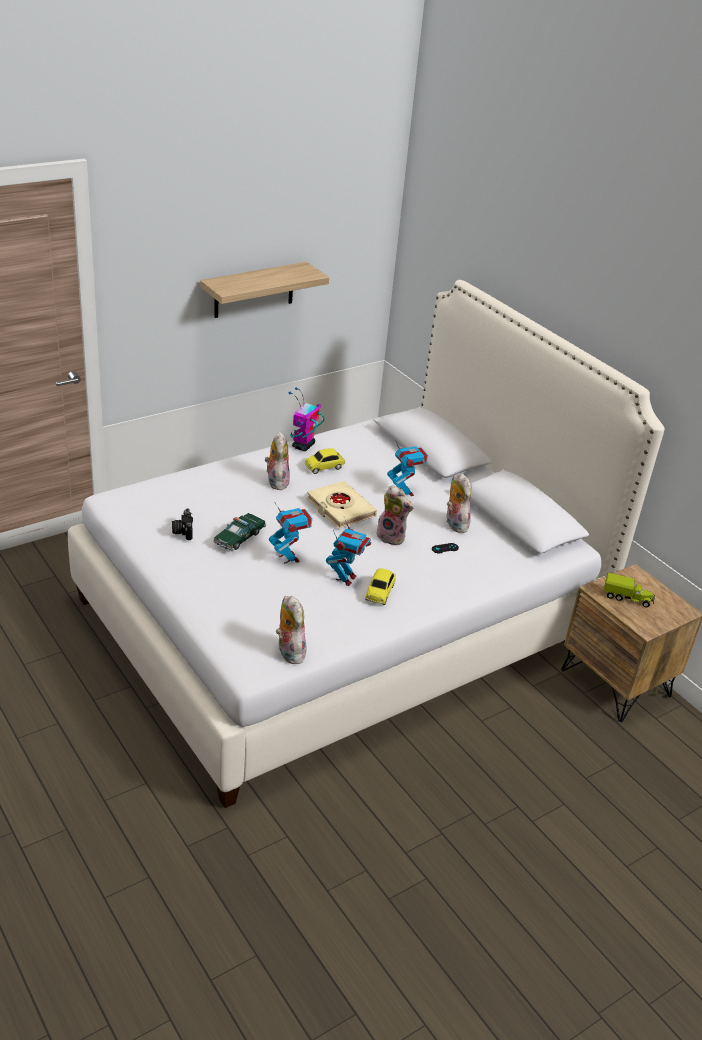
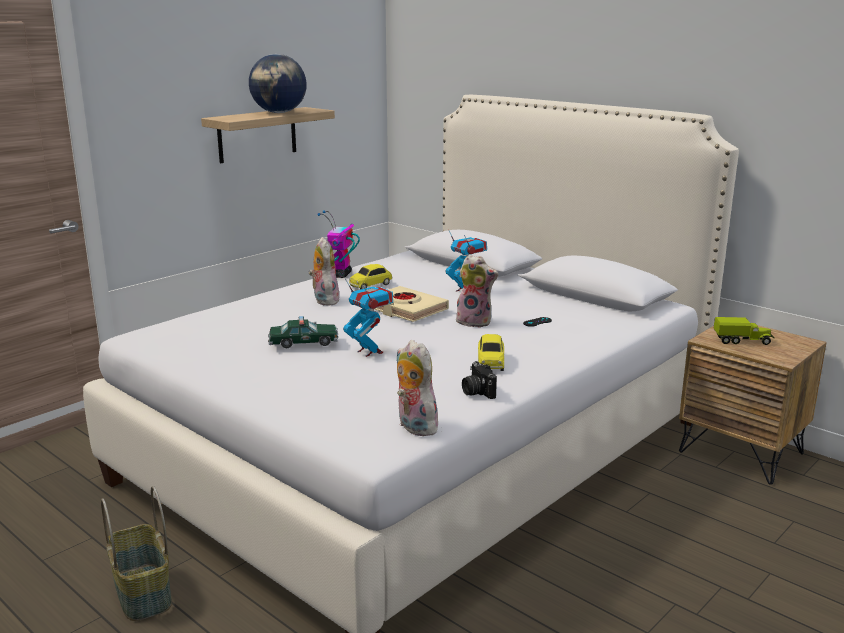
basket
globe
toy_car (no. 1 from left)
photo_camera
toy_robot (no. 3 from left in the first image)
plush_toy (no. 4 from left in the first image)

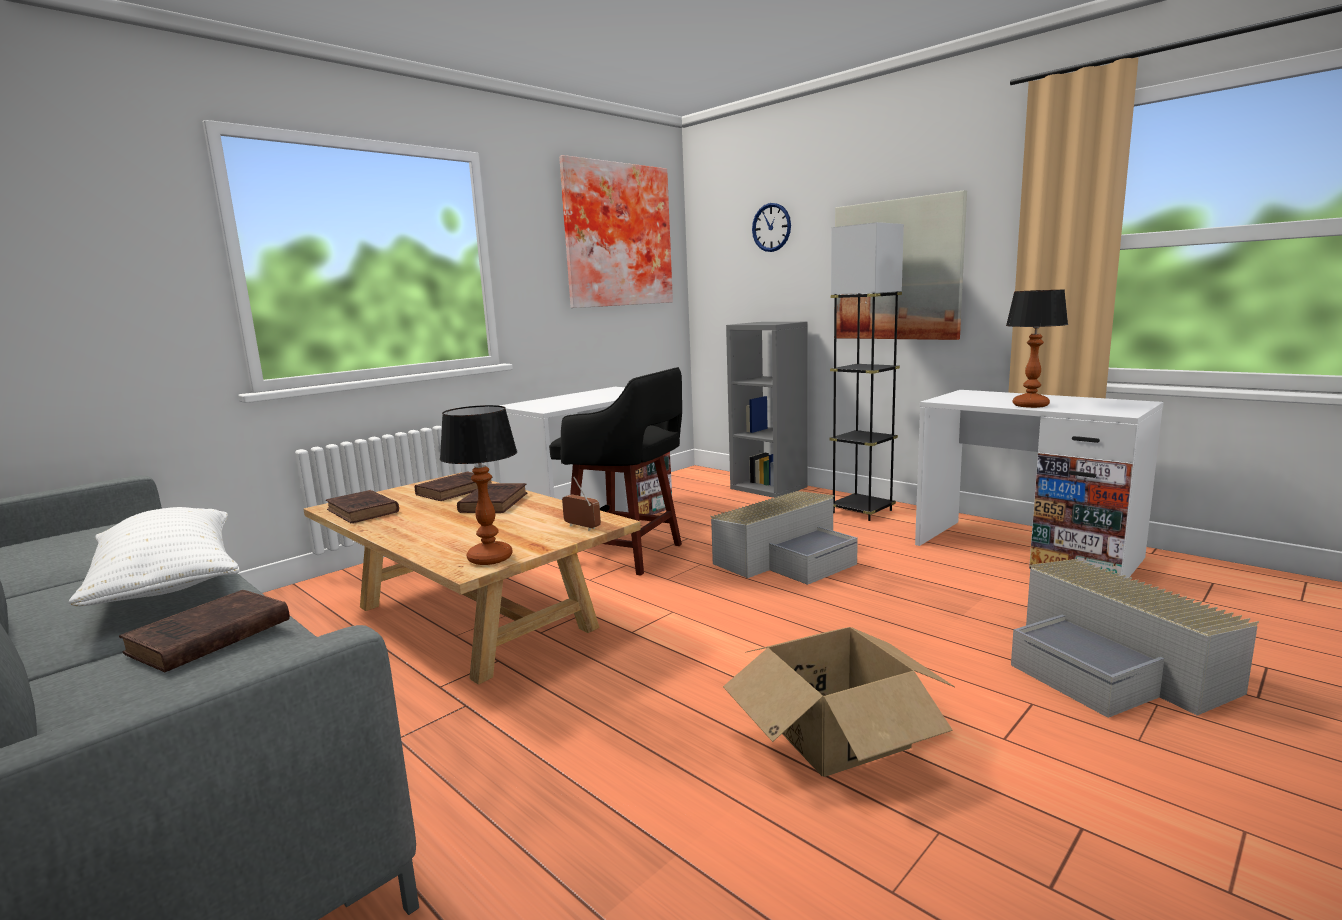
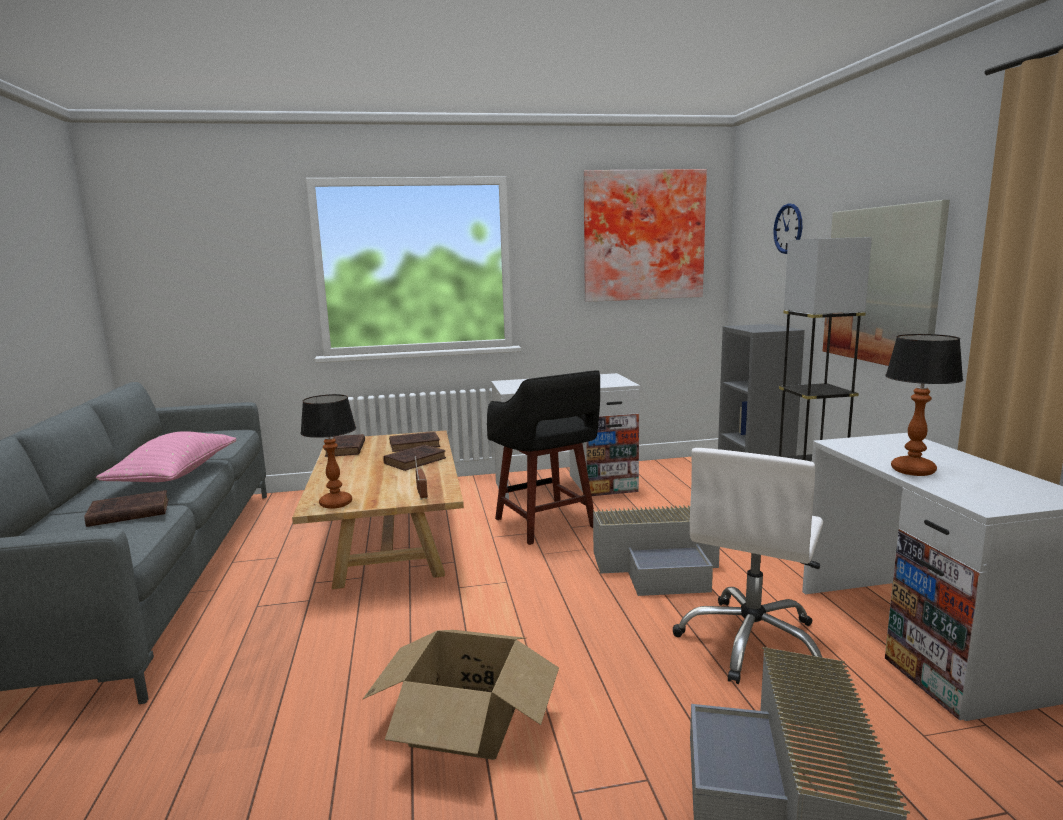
pink_pillow
white_office_chair

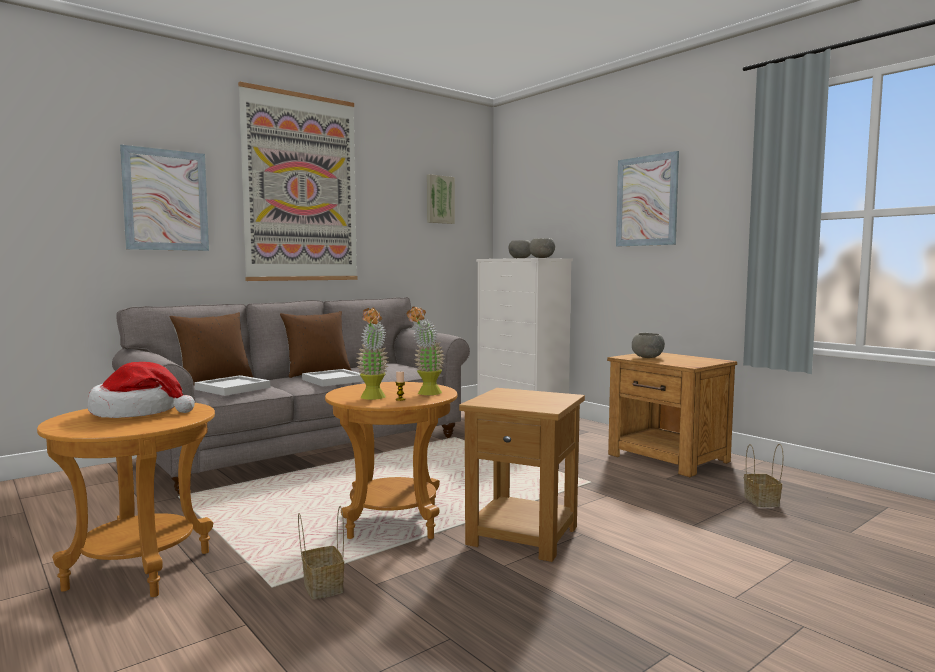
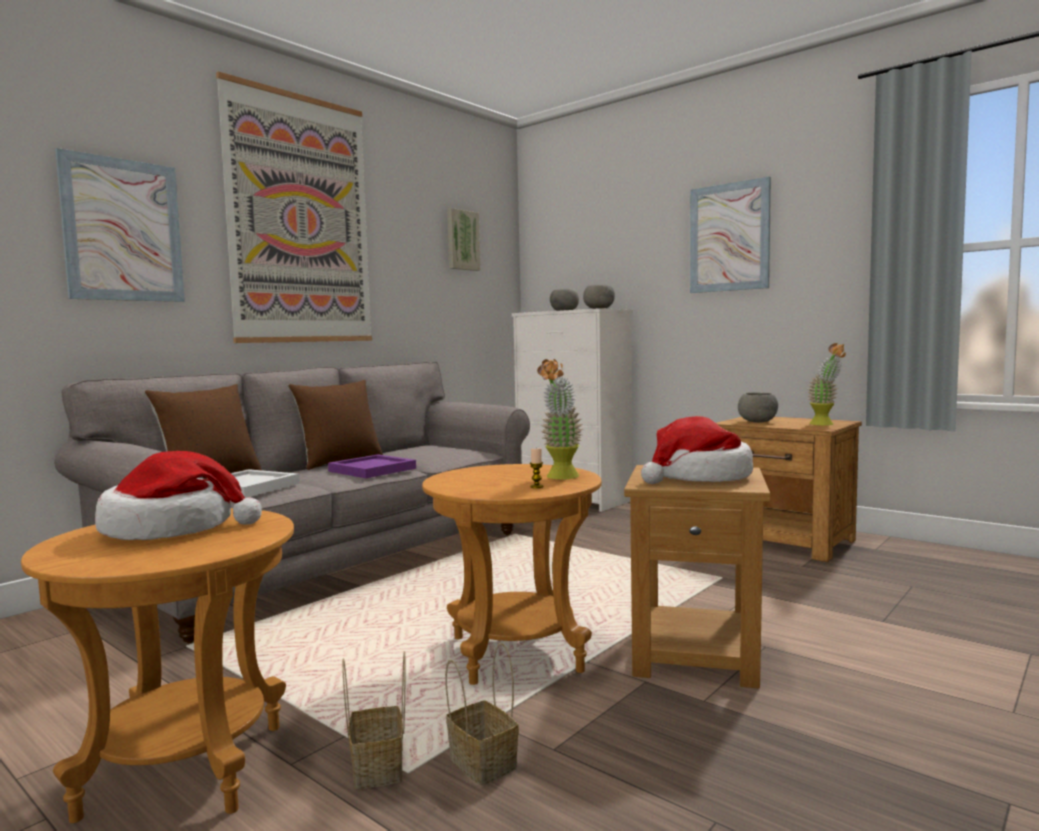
purple_tray
basket (no. 1 from left)
hat (no. 2 from left)
potted_plant (no. 2 from left)

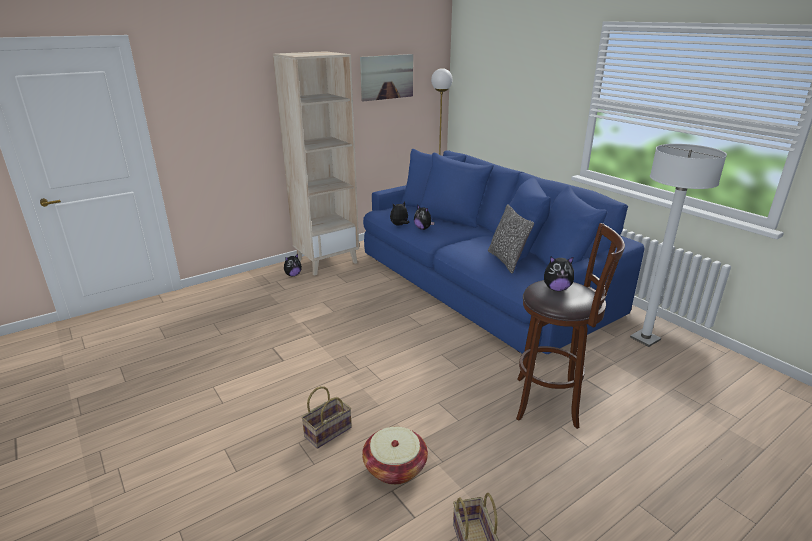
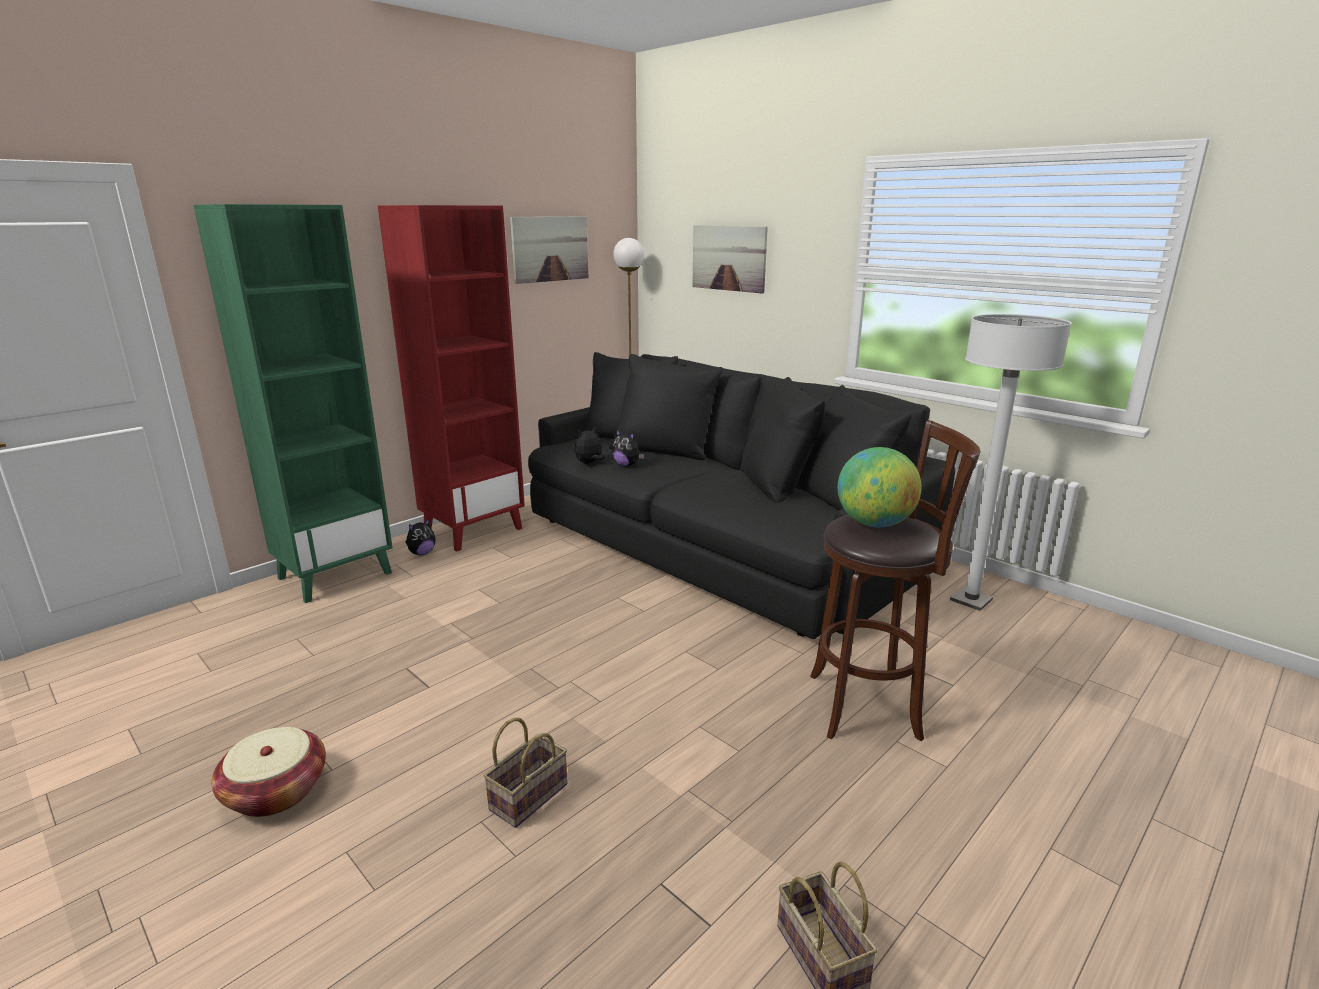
green_bookcase
basket (no. 1 from left)
red_bookcase
black_sofa
picture (no. 2 from left)
globe
pillow

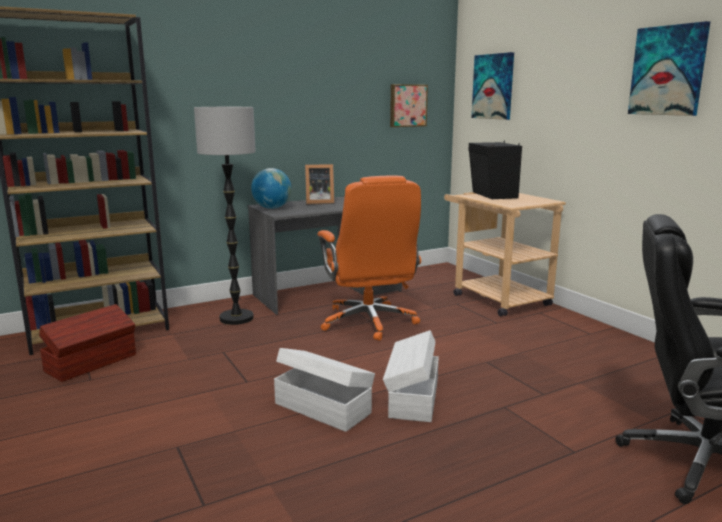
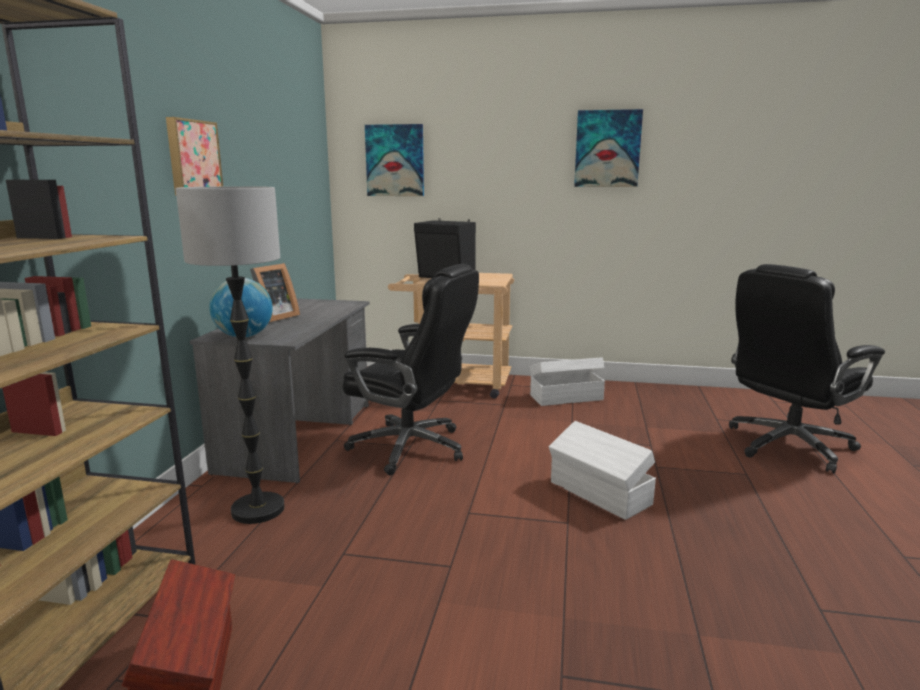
picture (no. 1 from left)
black_office_chair (no. 1 from left)
white_storage_box (no. 1 from left)

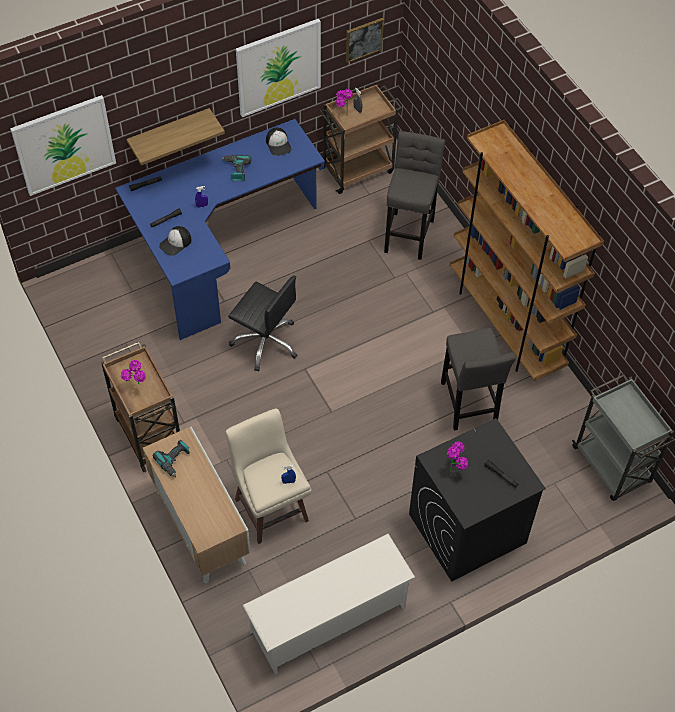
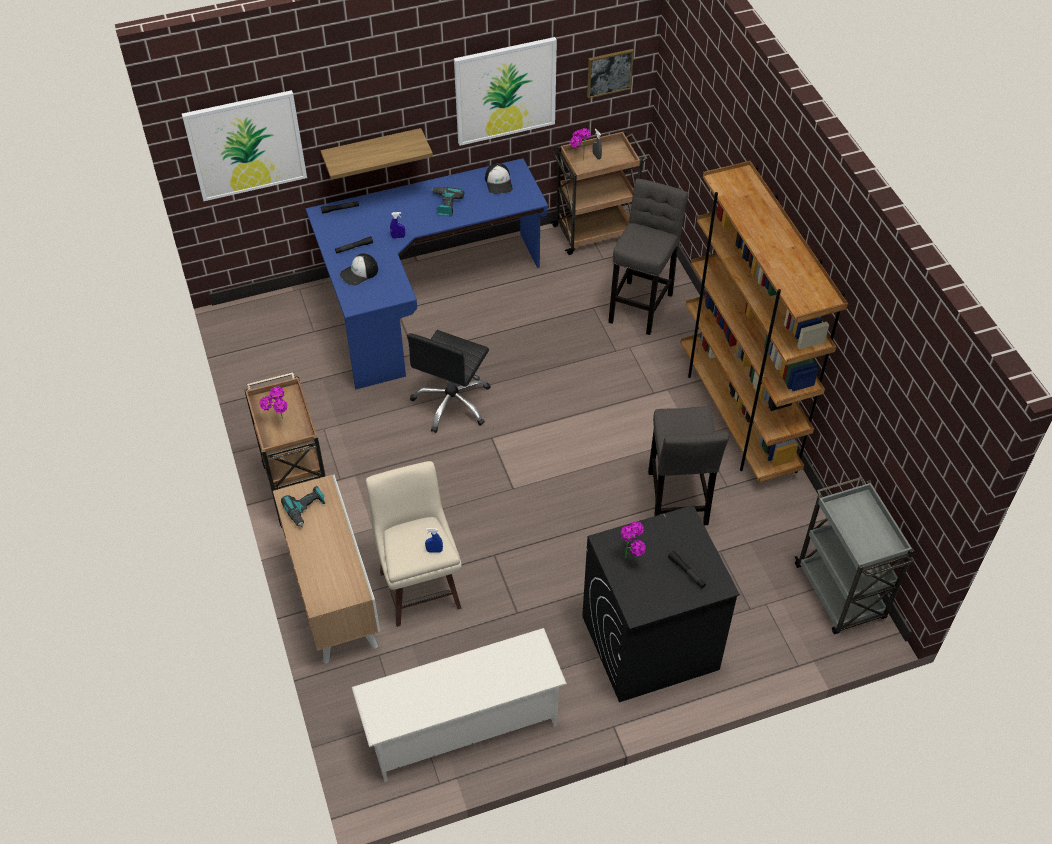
black_office_chair

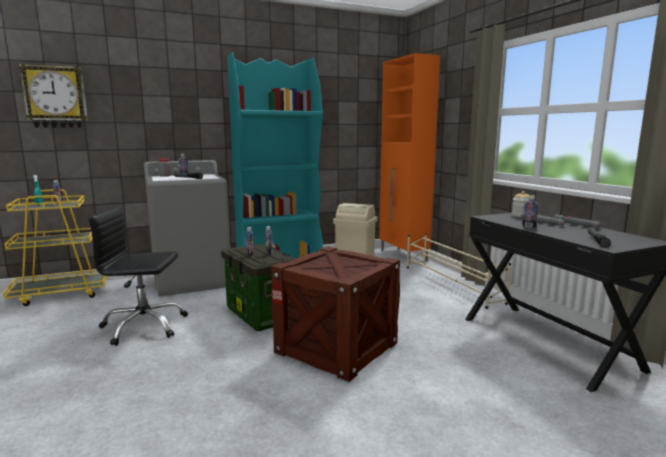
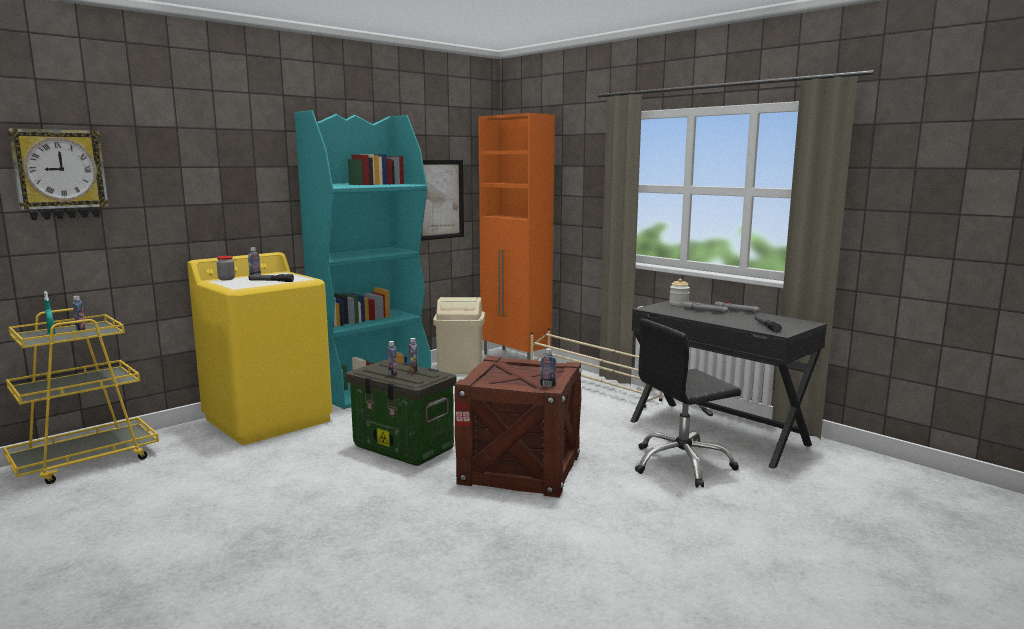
yellow_washing_machine
picture
bottle (no. 5 from left)
black_office_chair

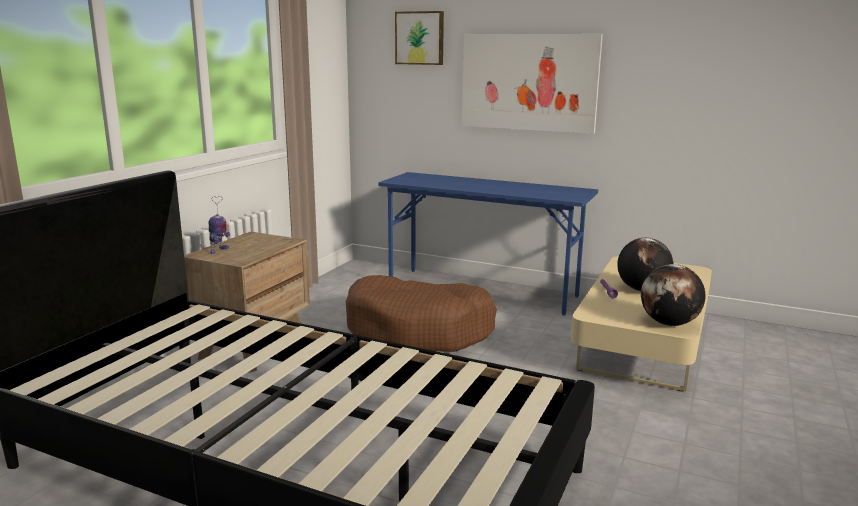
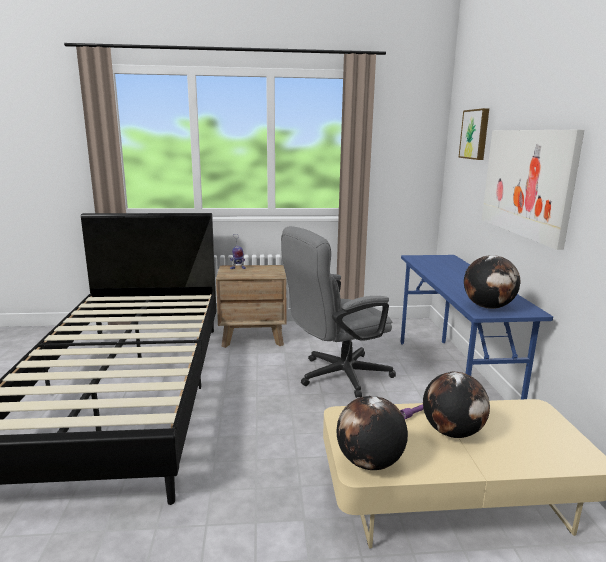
grey_office_chair
globe (no. 3 from left)

